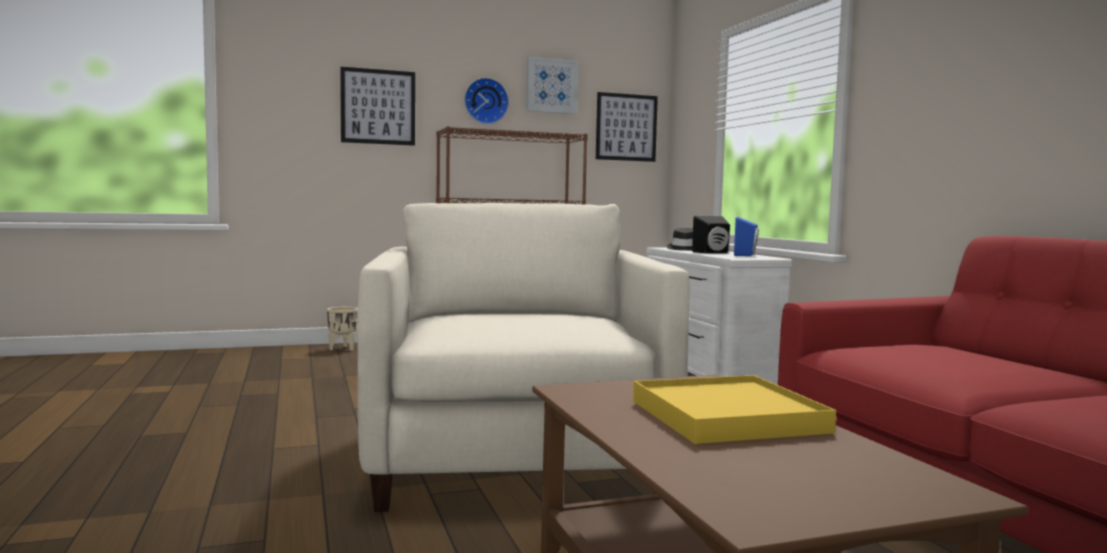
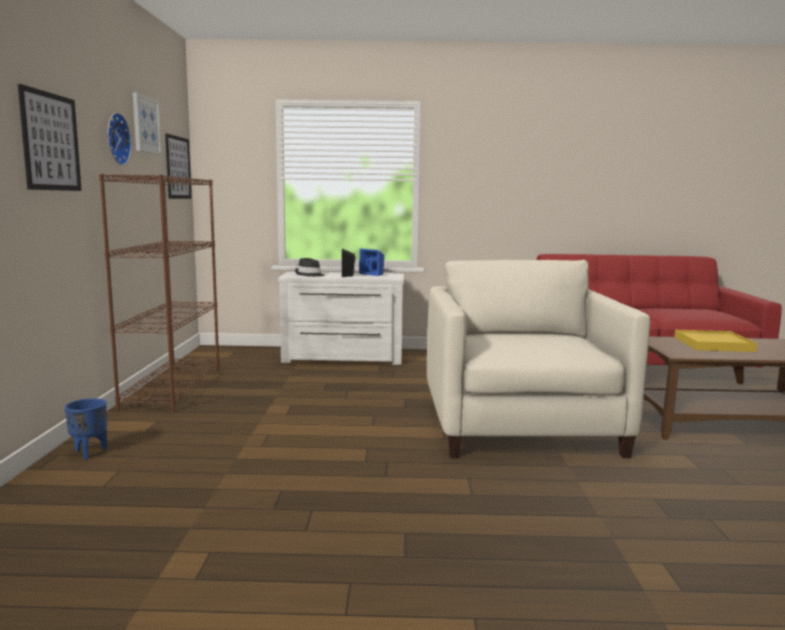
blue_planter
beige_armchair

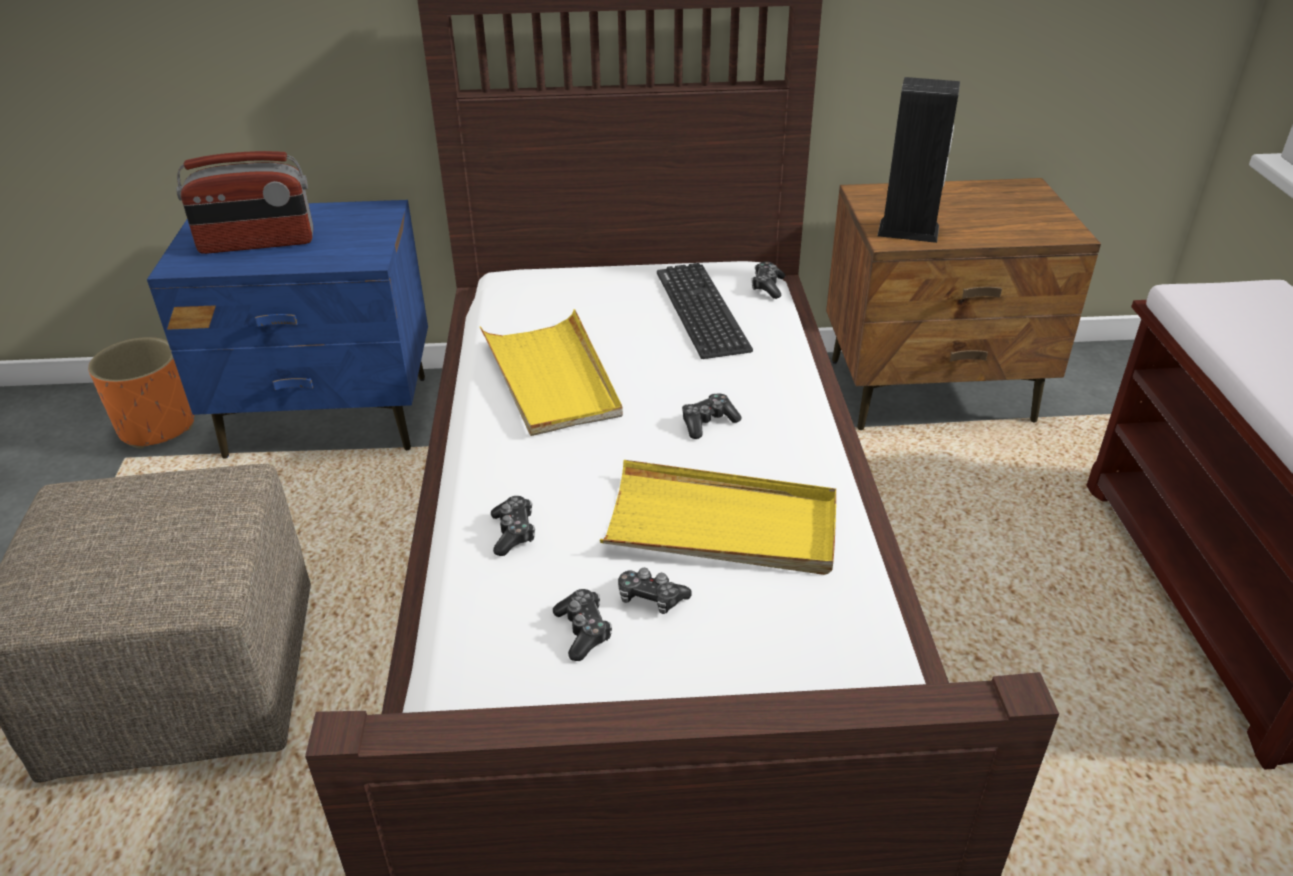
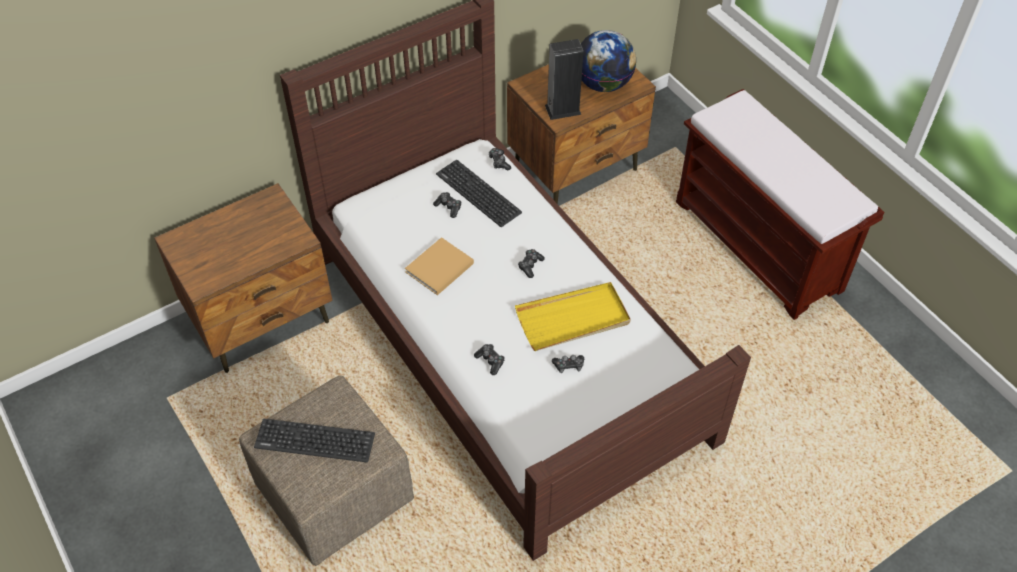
brown_nightstand (no. 1 from left)
keyboard (no. 1 from left)
beige_book
game_controller (no. 1 from left)
globe
orange_planter
radio

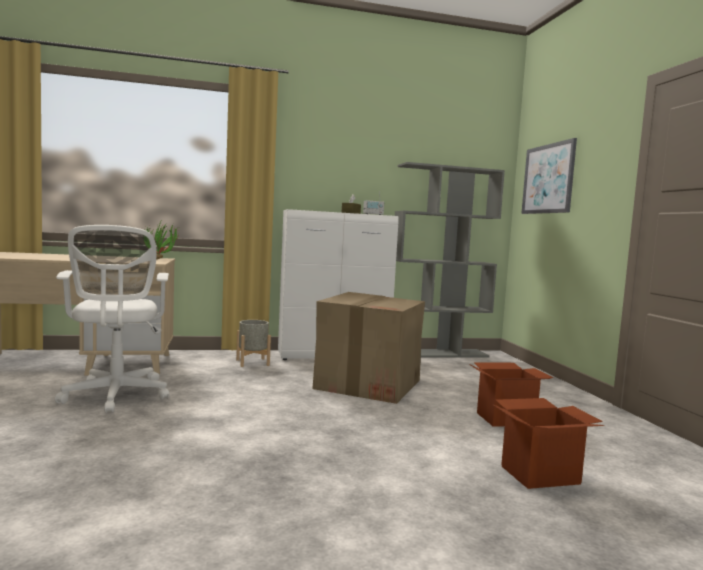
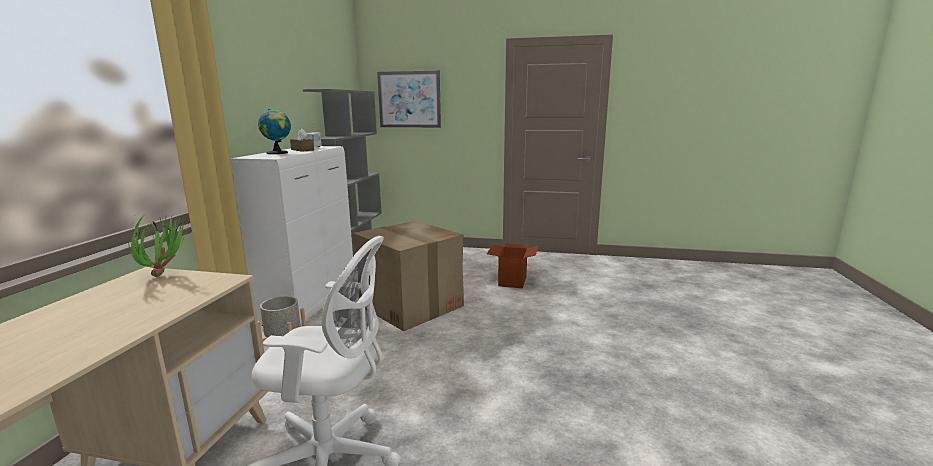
globe
cardboard_box (no. 3 from left in the first image)

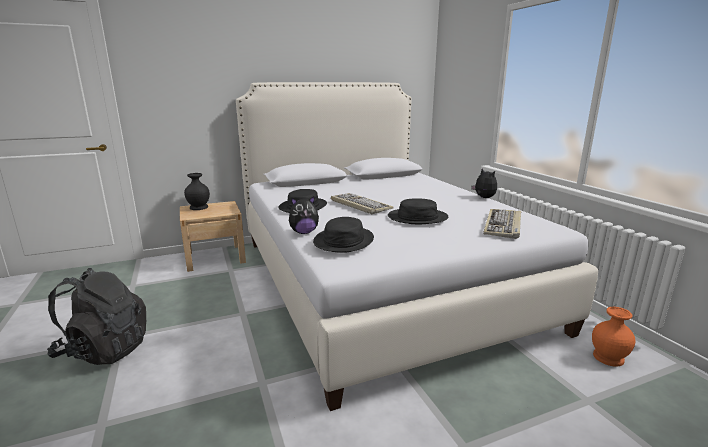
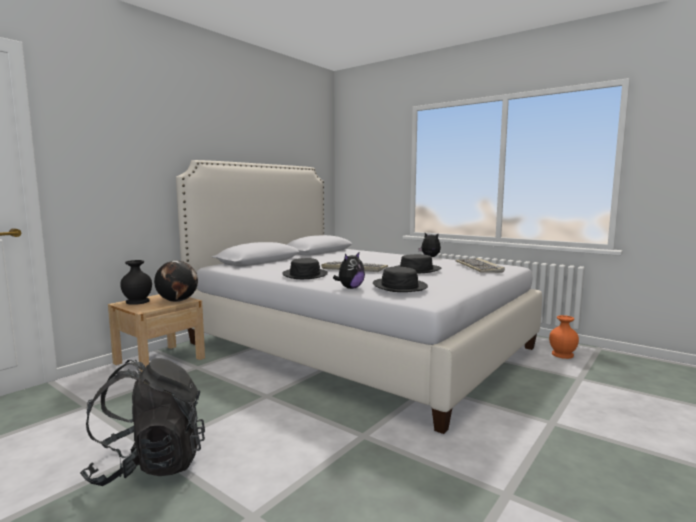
globe

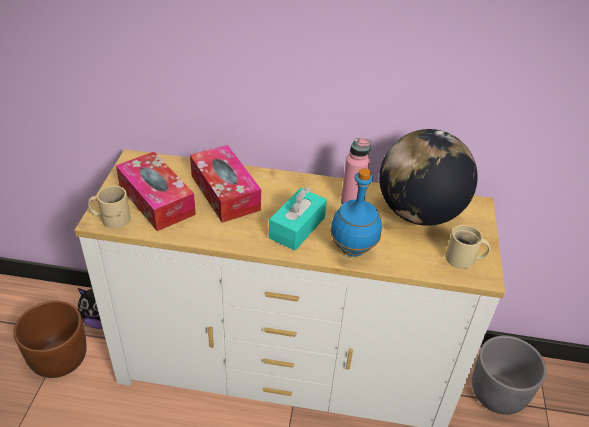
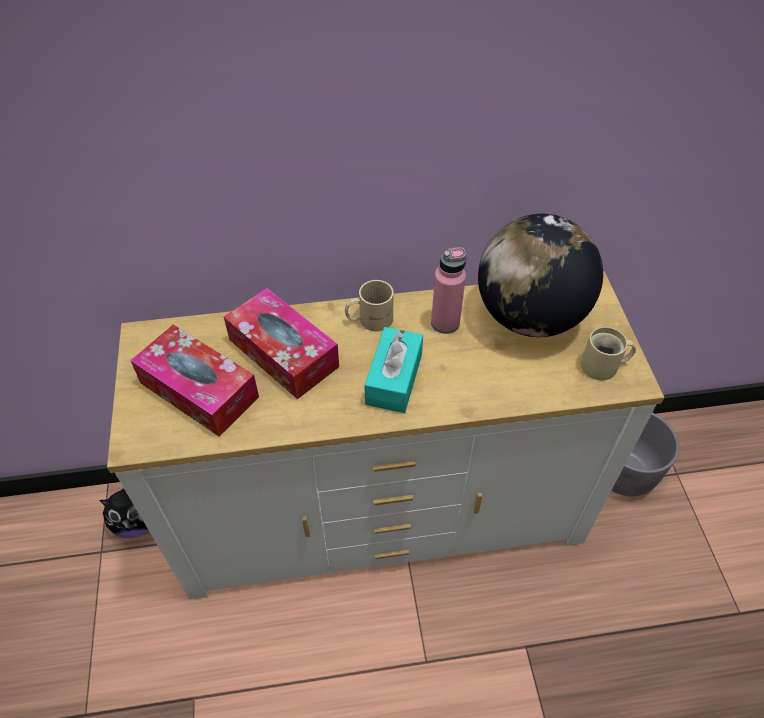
beige_mug (no. 1 from left)
brown_planter
blue_bottle

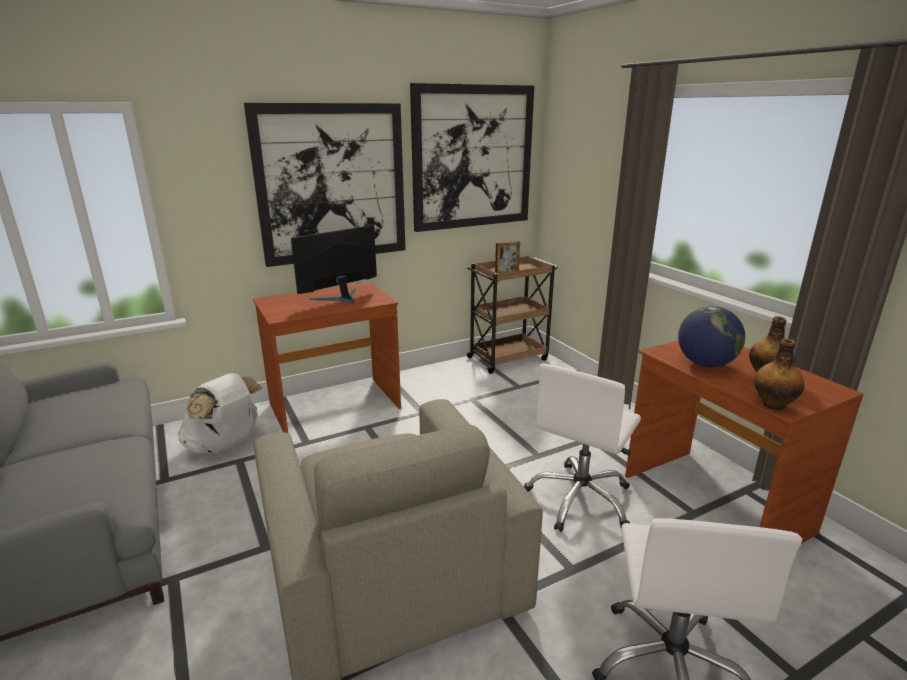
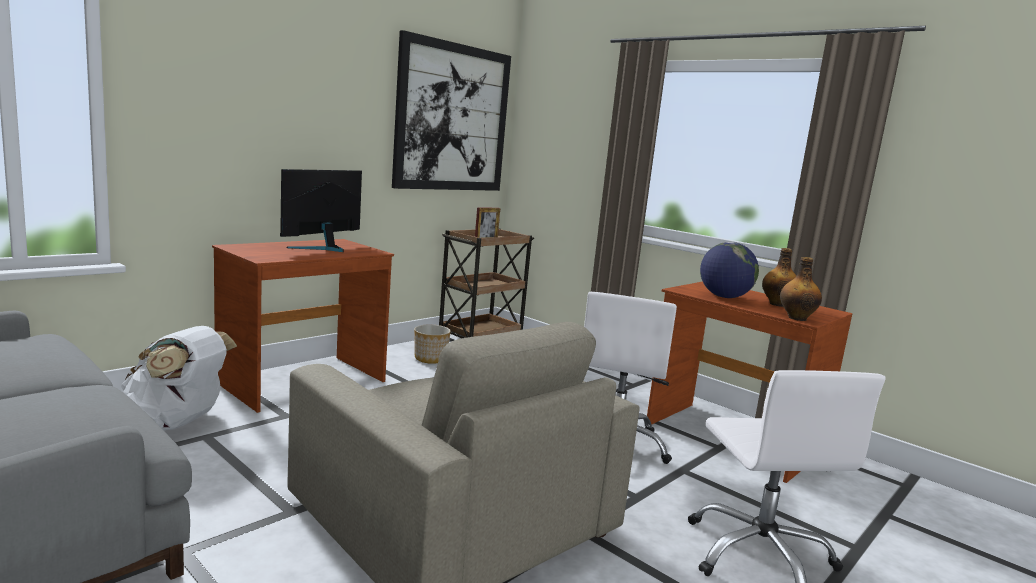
planter
picture (no. 1 from left in the first image)

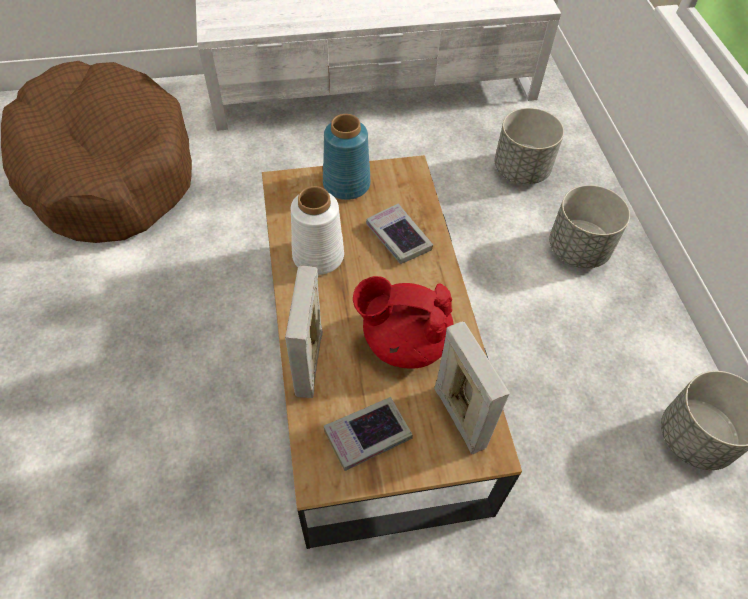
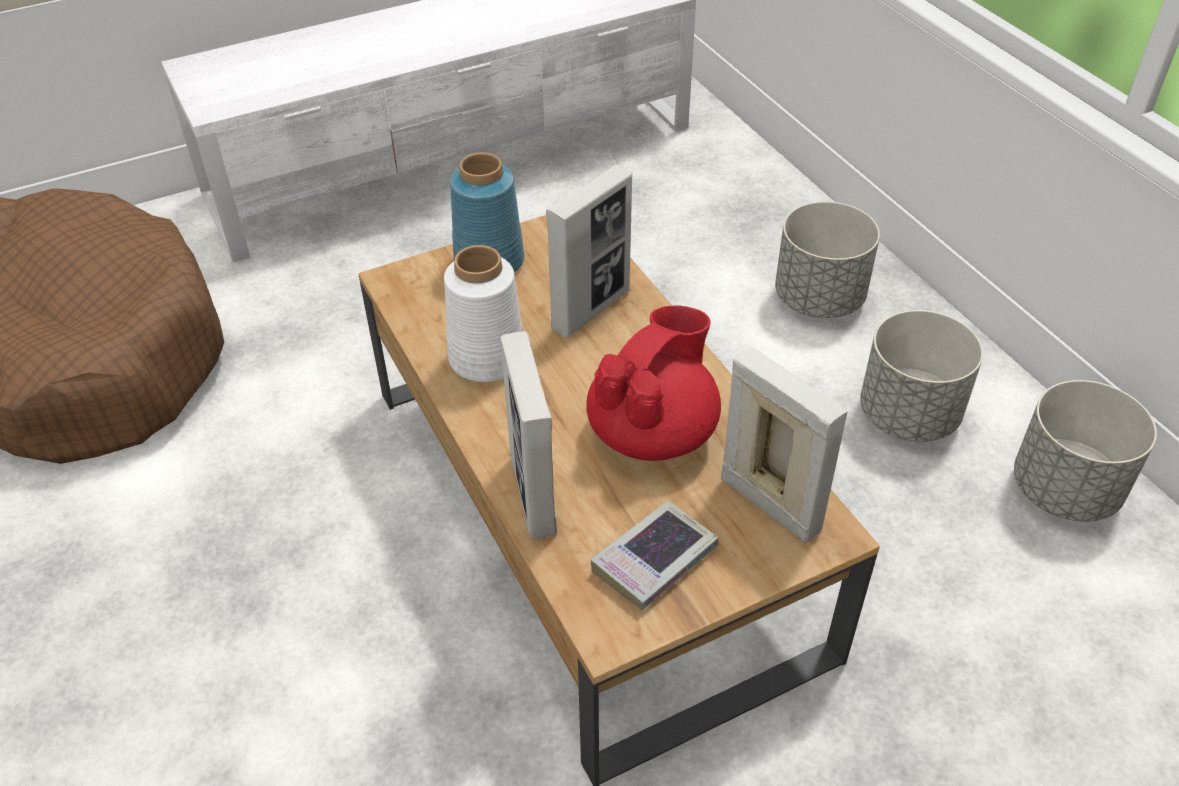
picture_frame (no. 2 from left)
red_teapot
grey_planter (no. 2 from left)

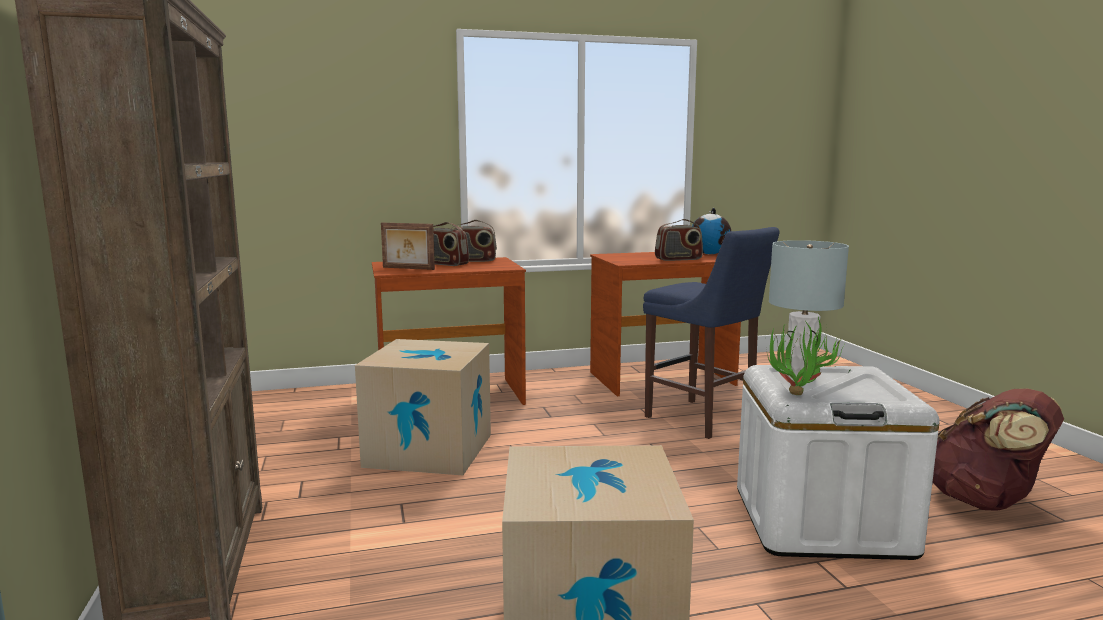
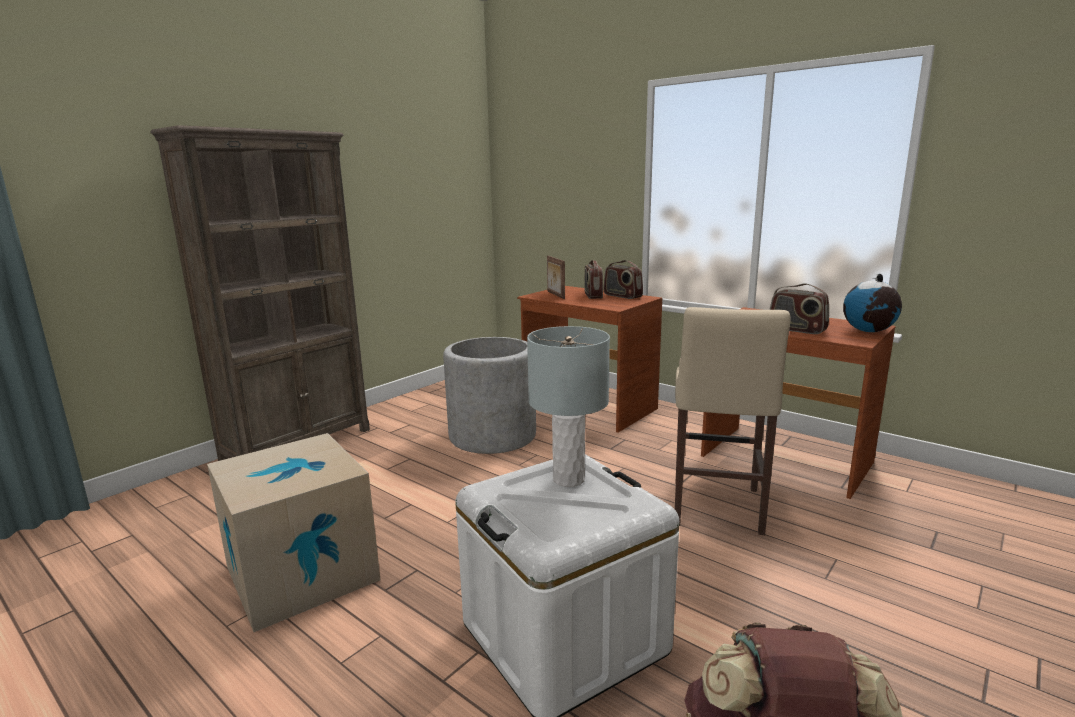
grey_planter
beige_stool
potted_plant

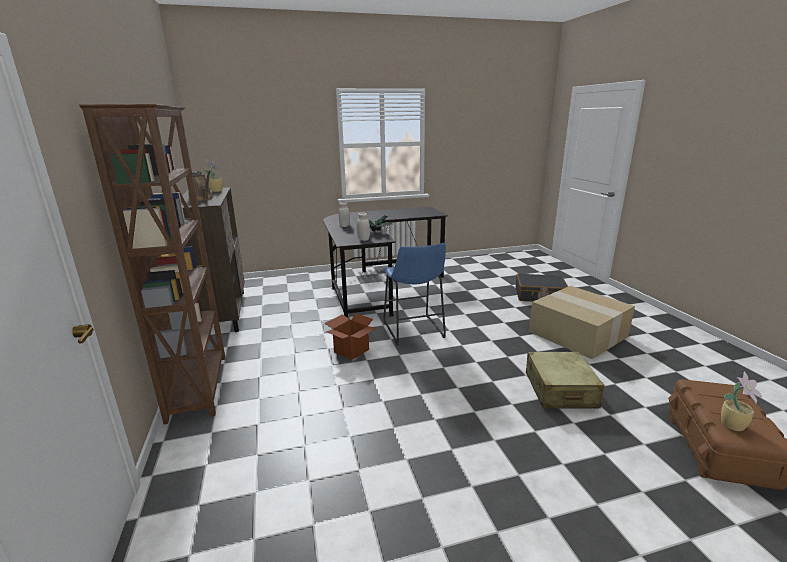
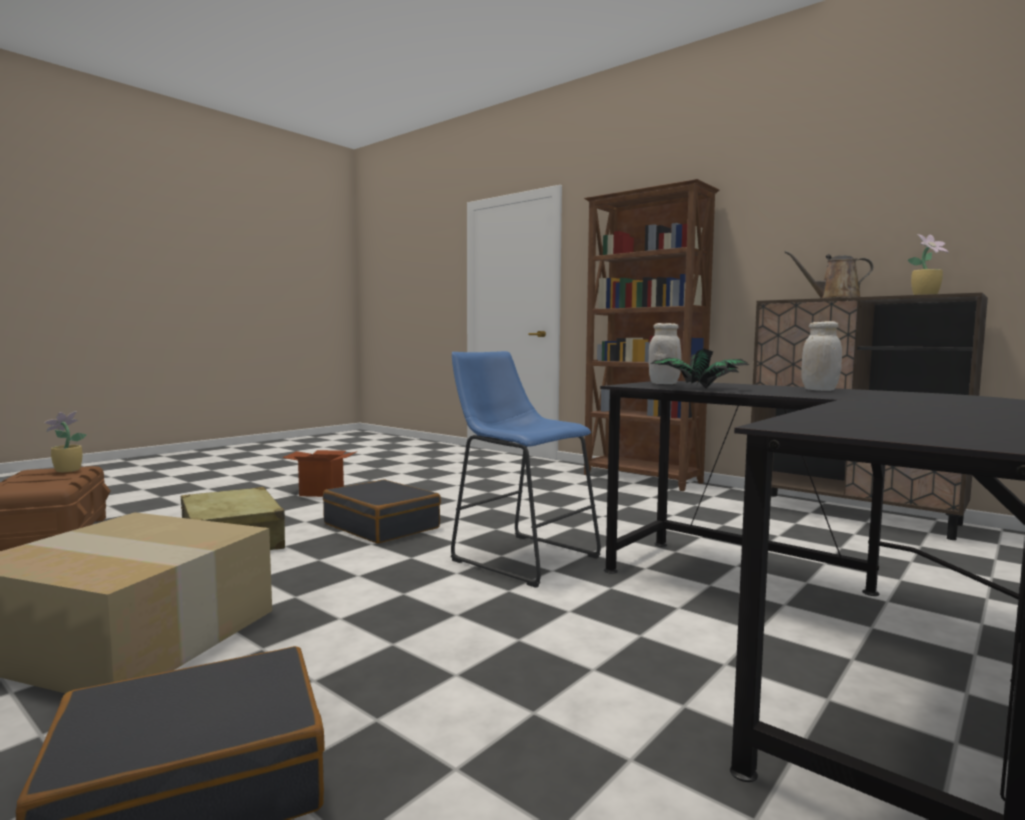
cardboard_box (no. 2 from left)
black_suitcase (no. 2 from left)

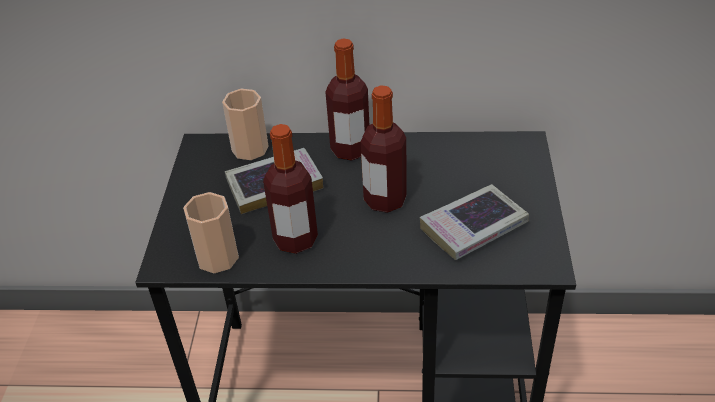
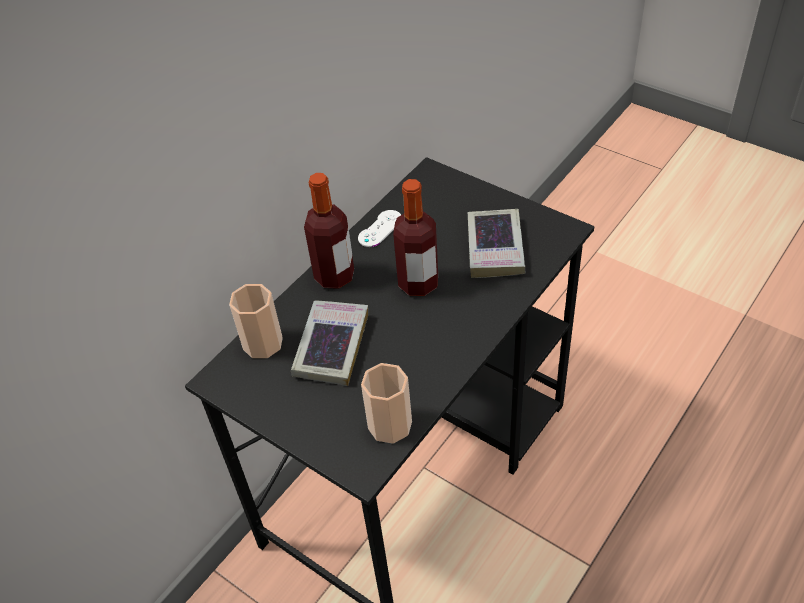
white_game_controller
bottle (no. 1 from left in the first image)

